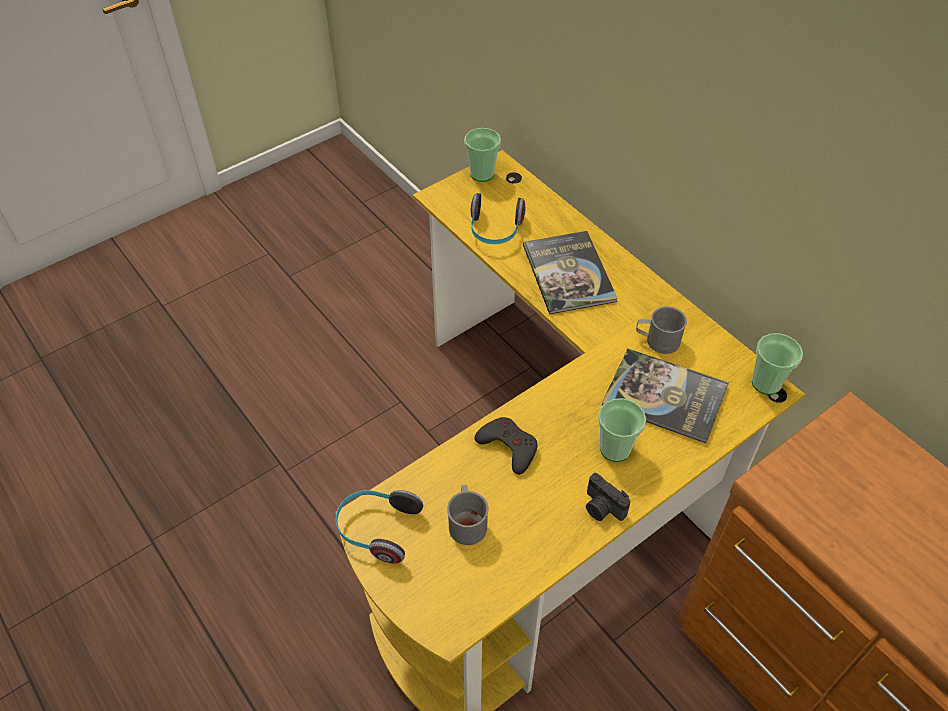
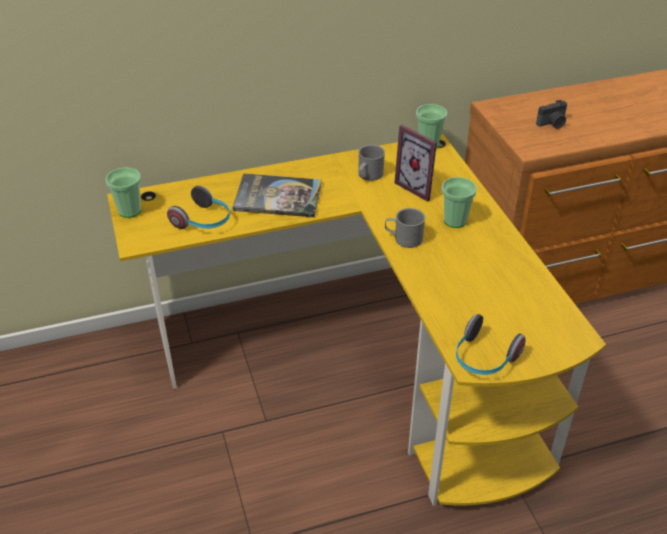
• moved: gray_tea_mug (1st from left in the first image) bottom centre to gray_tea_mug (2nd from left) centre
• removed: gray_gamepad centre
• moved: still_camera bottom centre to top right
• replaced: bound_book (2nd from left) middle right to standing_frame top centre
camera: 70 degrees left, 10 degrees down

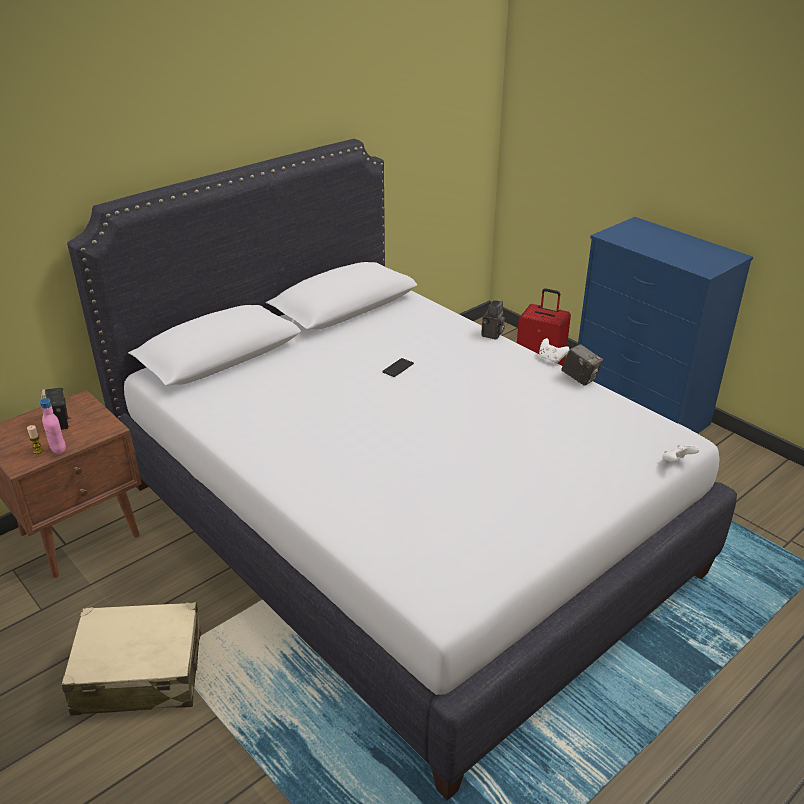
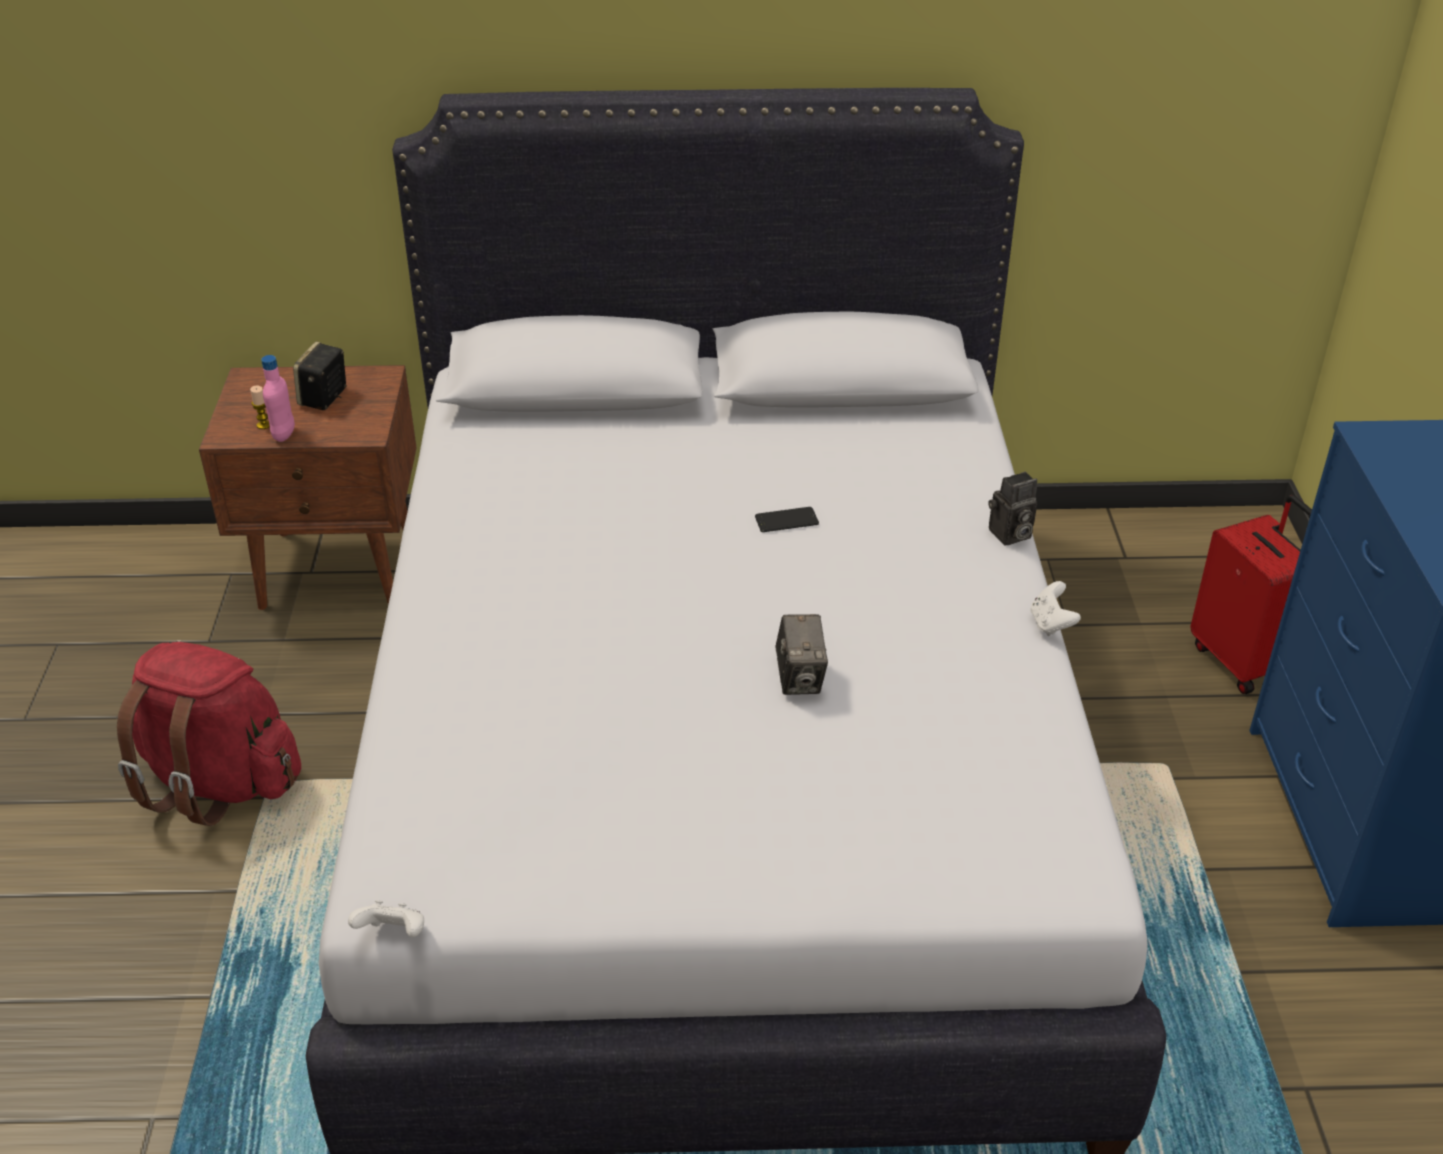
• replaced: beige-coloured_suitcase bottom left to red-coloured_backpack middle left
• moved: still_camera (2nd from left in the first image) middle right to still_camera (1st from left) centre
• moved: white-coloured_gamepad (2nd from left in the first image) middle right to white-coloured_gamepad (1st from left) bottom left
camera: 40 degrees right, 5 degrees up

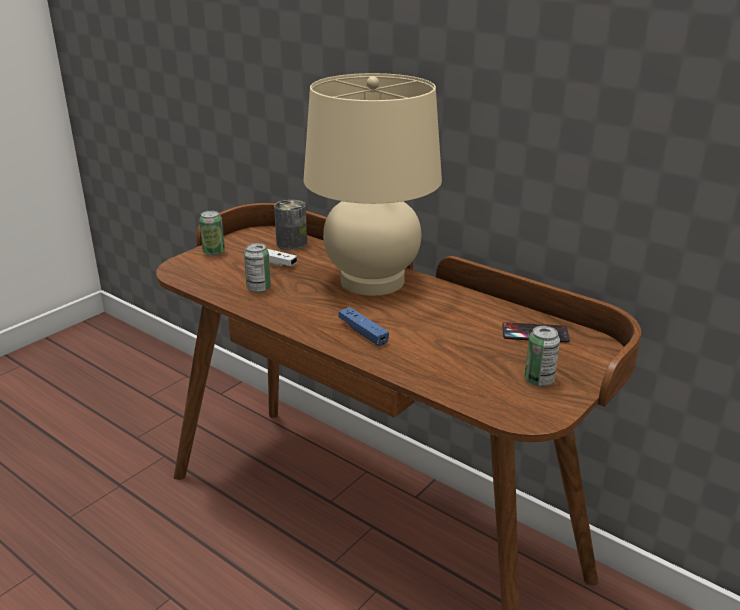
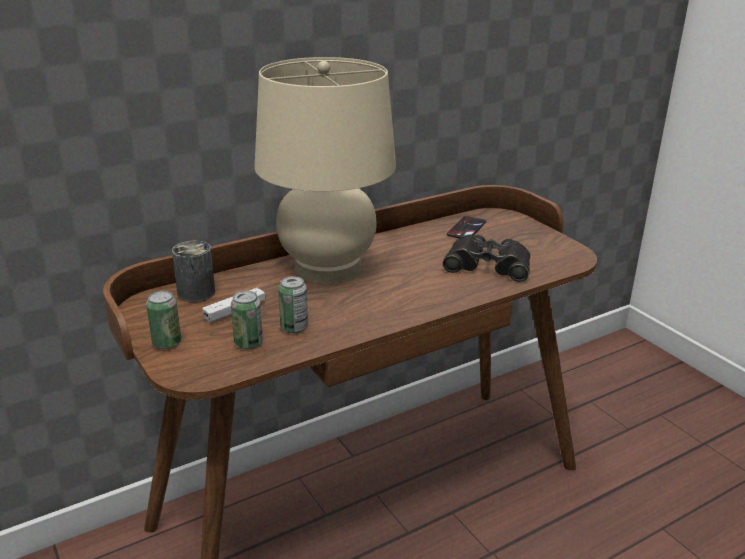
• removed: blue_gamepad centre
• moved: can (4th from left in the first image) middle right to can (3rd from left) middle left
• added: blackish_pair_of_binoculars centre
camera: 70 degrees left, 0 degrees up

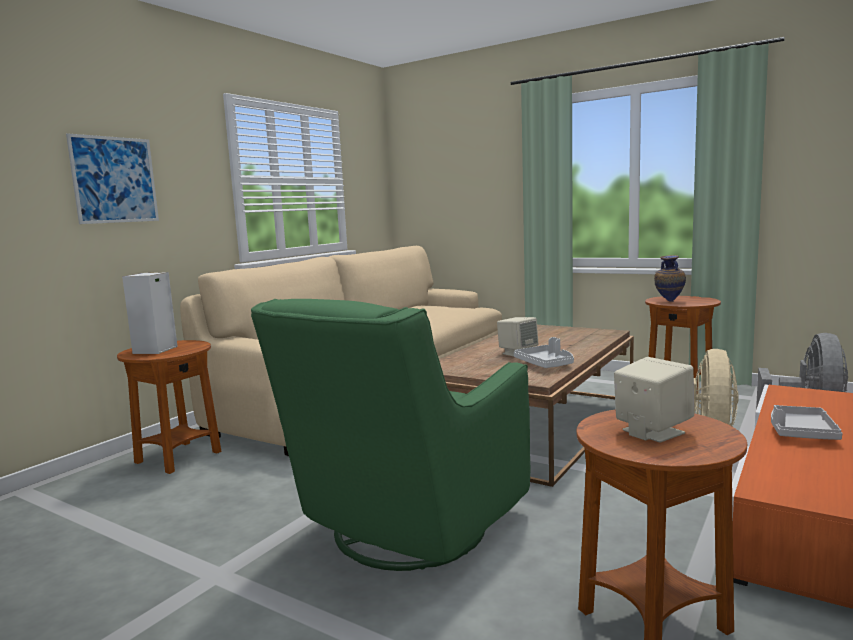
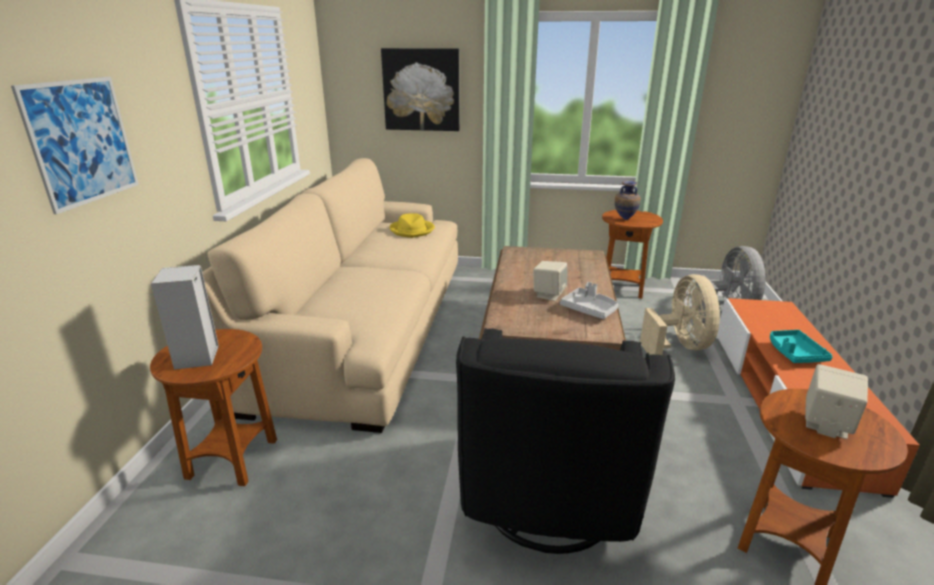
• recoloured: green-coloured_easy_chair bottom centre to blackish_easy_chair bottom centre
• recoloured: gray_carrying_tray (2nd from left) middle right to turquoise-coloured_carrying_tray middle right
• added: wall_art (2nd from left) top centre
• added: yellow-coloured_hat centre
camera: 25 degrees left, 15 degrees up

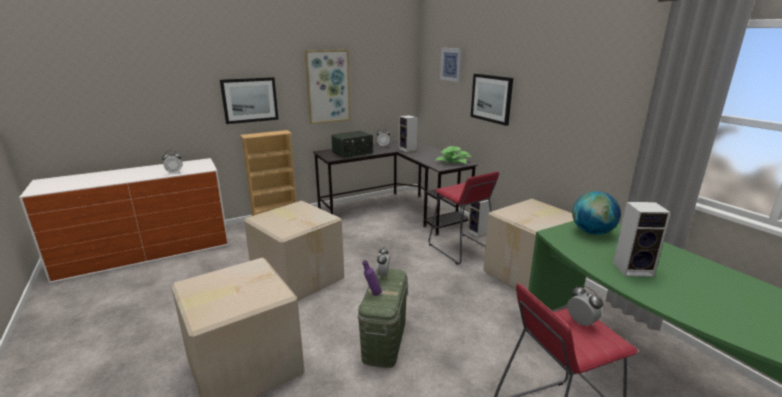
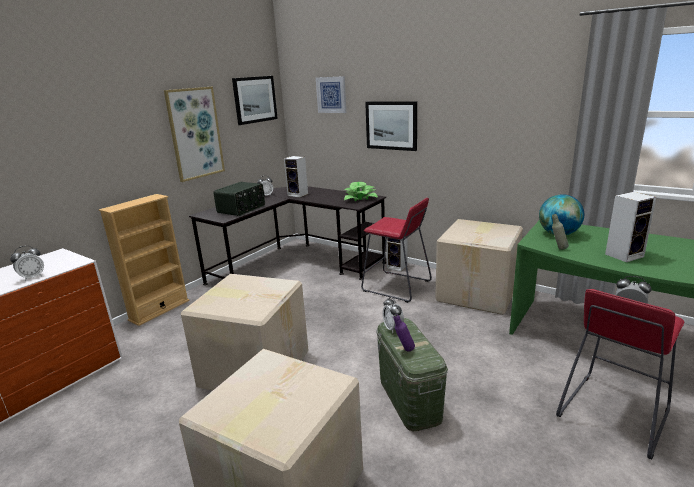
• moved: wall_art (1st from left in the first image) top left to wall_art (2nd from left) top centre
• added: gray_beverage_bottle middle right
camera: 25 degrees left, 0 degrees up

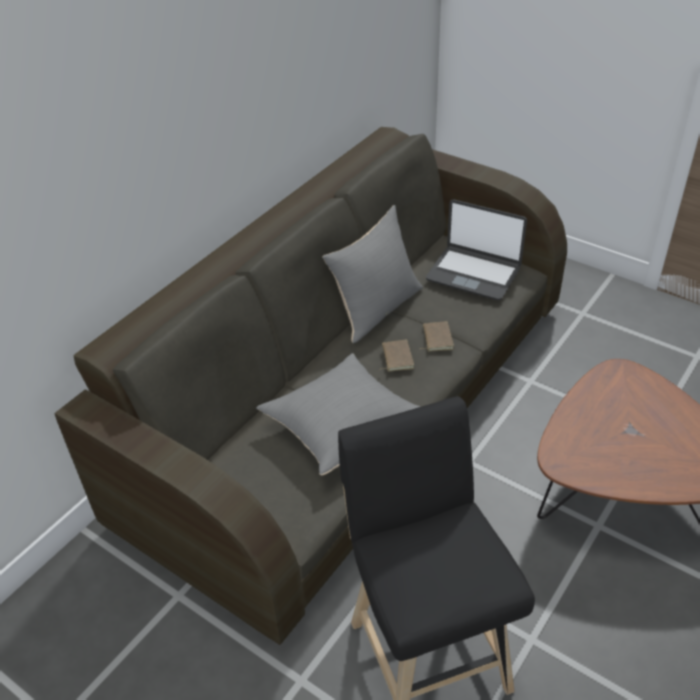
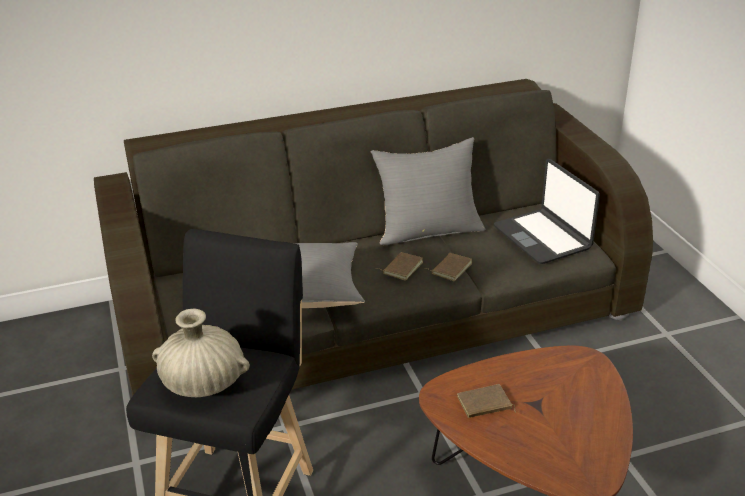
• added: beige-coloured_vase bottom left
• added: brownish_bound_book (3rd from left) bottom centre
camera: 35 degrees right, 10 degrees down

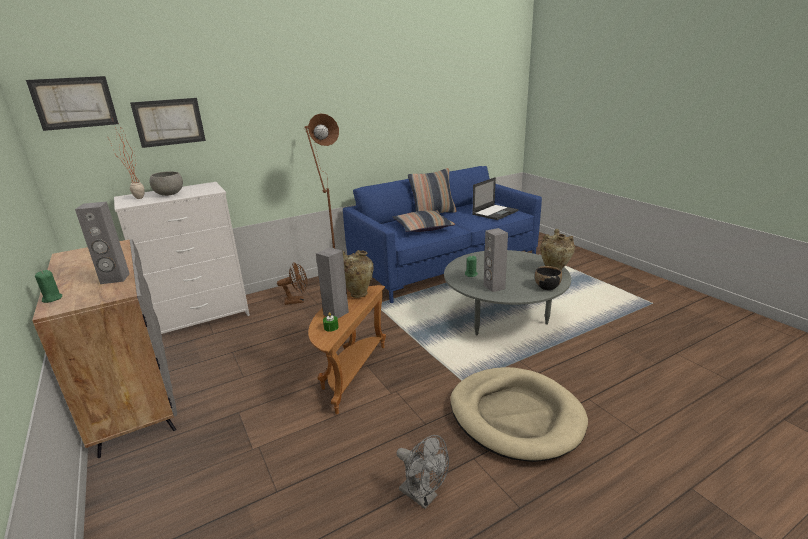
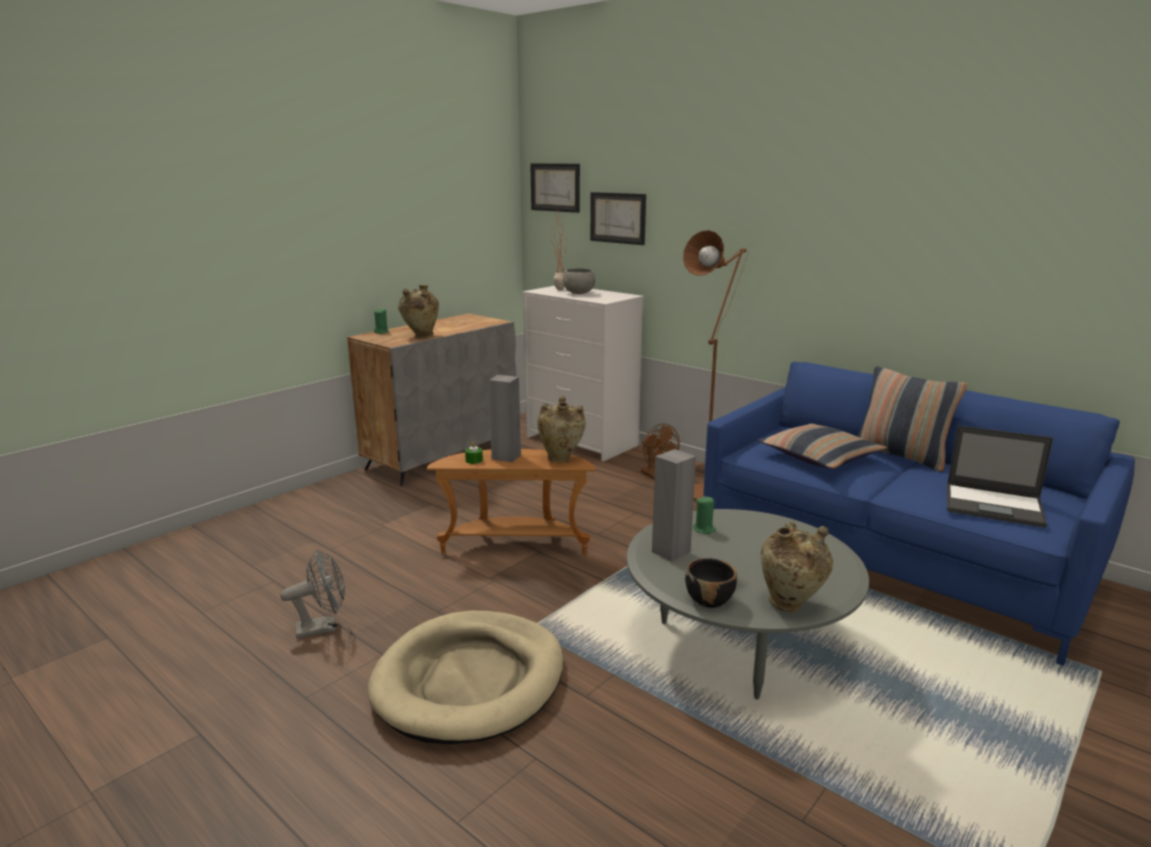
• replaced: gray_loudspeaker (1st from left) middle left to beige-coloured_vase (1st from left) centre
• turned: gray_electric_fan bottom centre = bottom left 135 degrees counterclockwise
camera: 70 degrees right, 5 degrees down

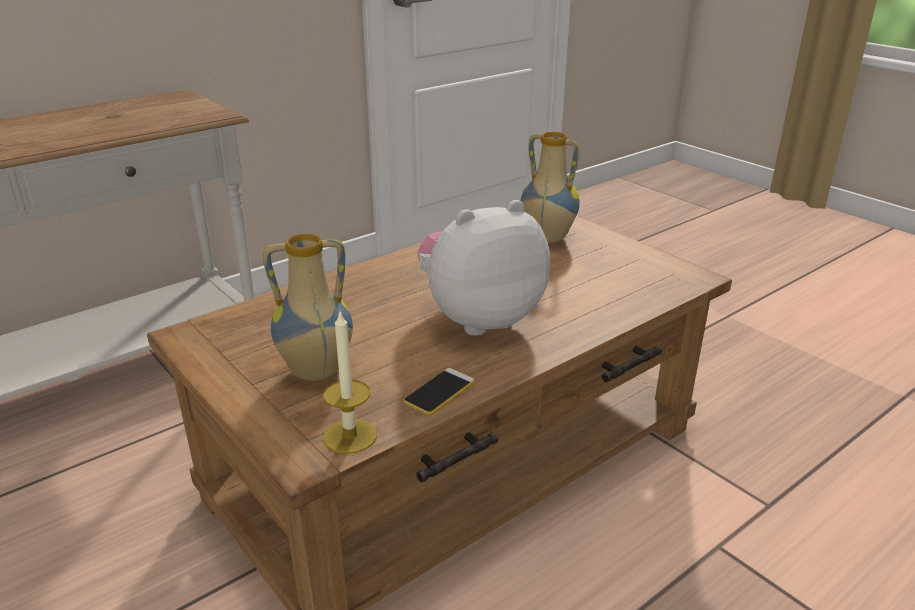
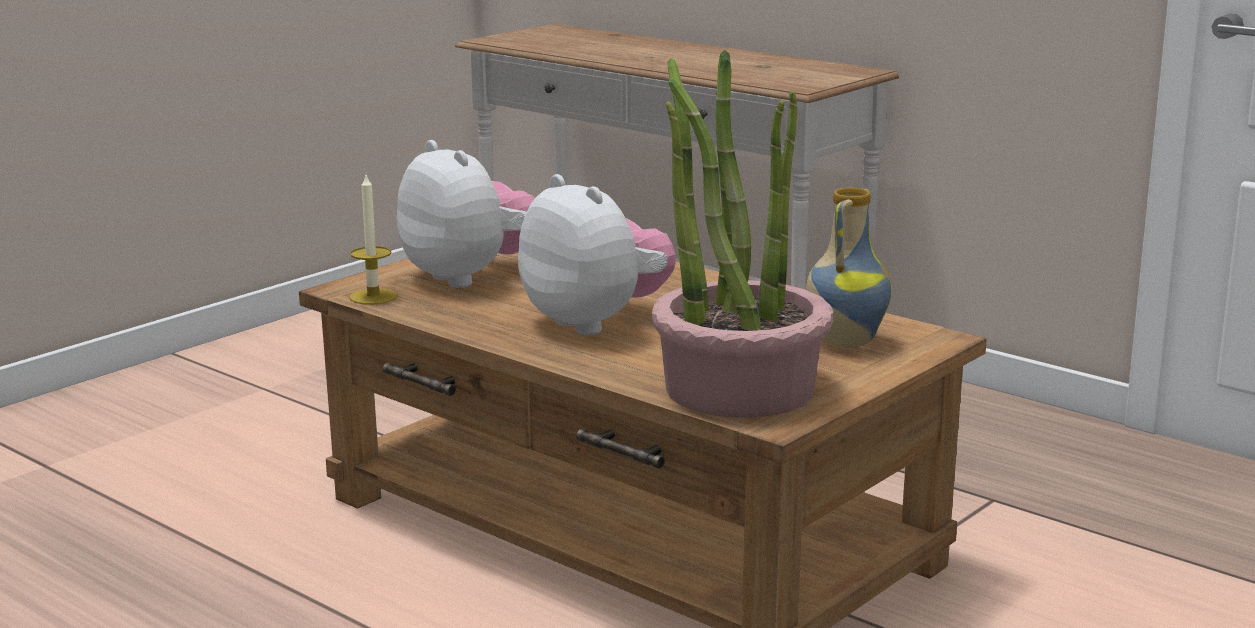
• replaced: vase (1st from left) centre to plush_toy (1st from left) centre
• removed: telephone centre
• added: potted_plant centre
camera: 80 degrees right, 10 degrees down

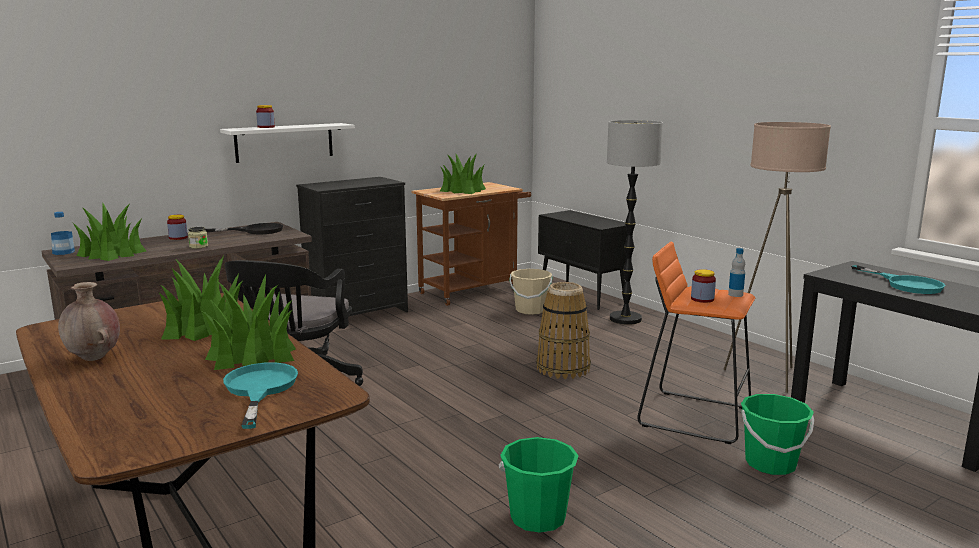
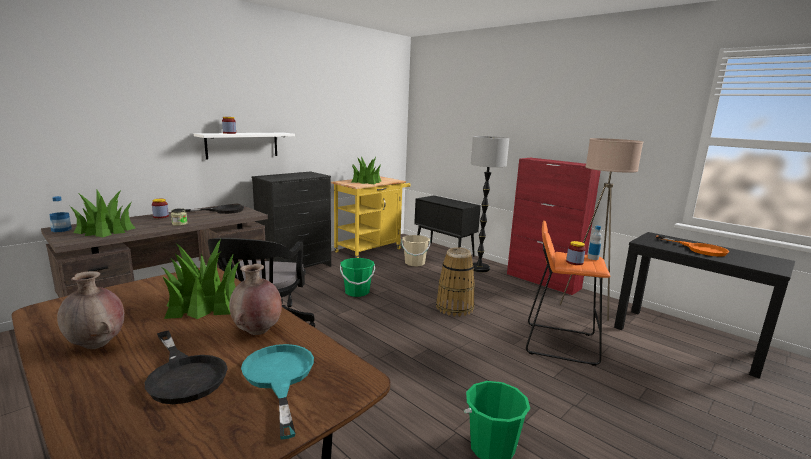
• replaced: potted_plant (3rd from left) middle left to brownish_vase (2nd from left) middle left
• recoloured: brownish_wheeled_cart centre to yellow-coloured_wheeled_cart centre
• moved: green-coloured_pail (2nd from left in the first image) bottom right to green-coloured_pail (1st from left) centre
• recoloured: turquoise-coloured_pan (2nd from left) middle right to orange-coloured_pan middle right
• added: blackish_pan (1st from left) bottom left
• added: red-coloured_storage_cabinet middle right
camera: 10 degrees left, 0 degrees up

